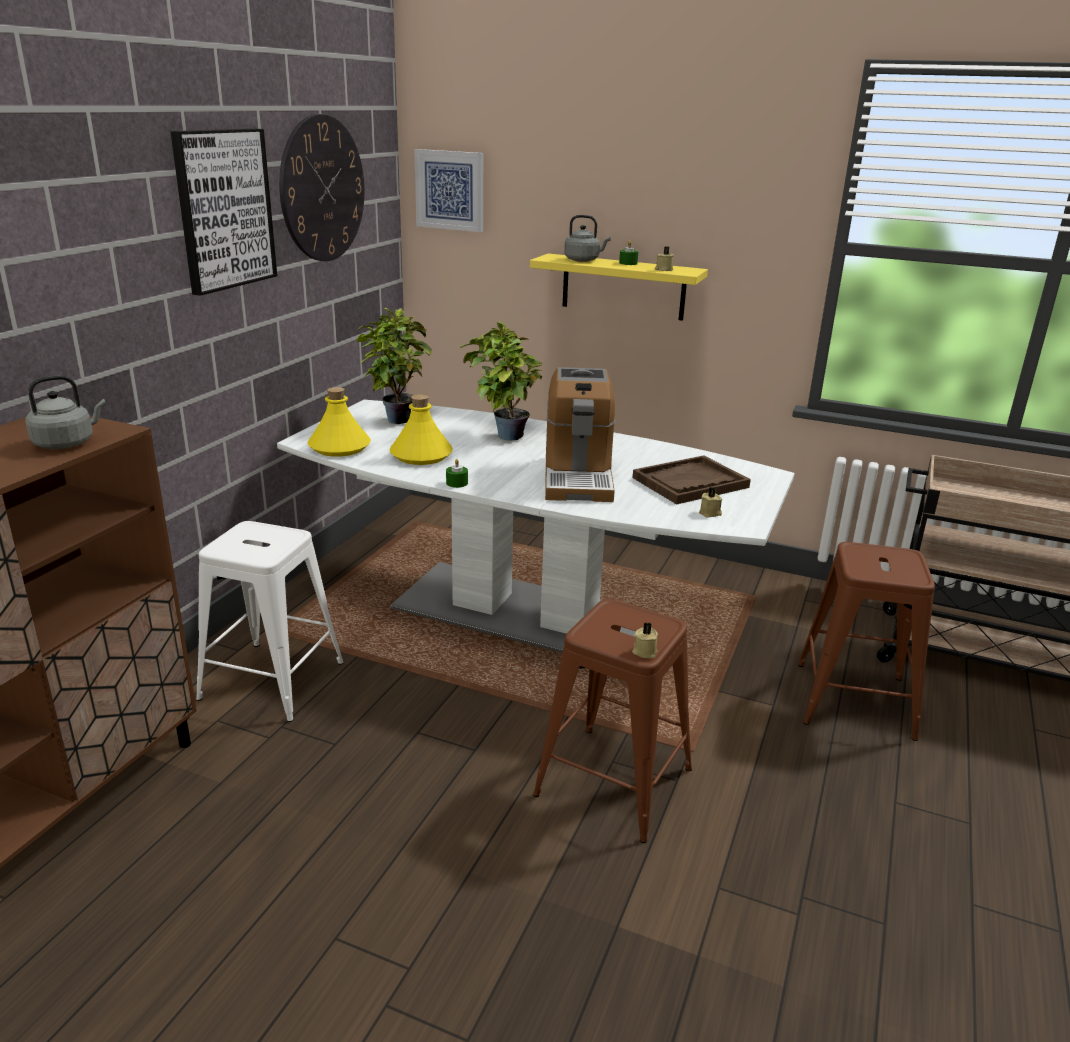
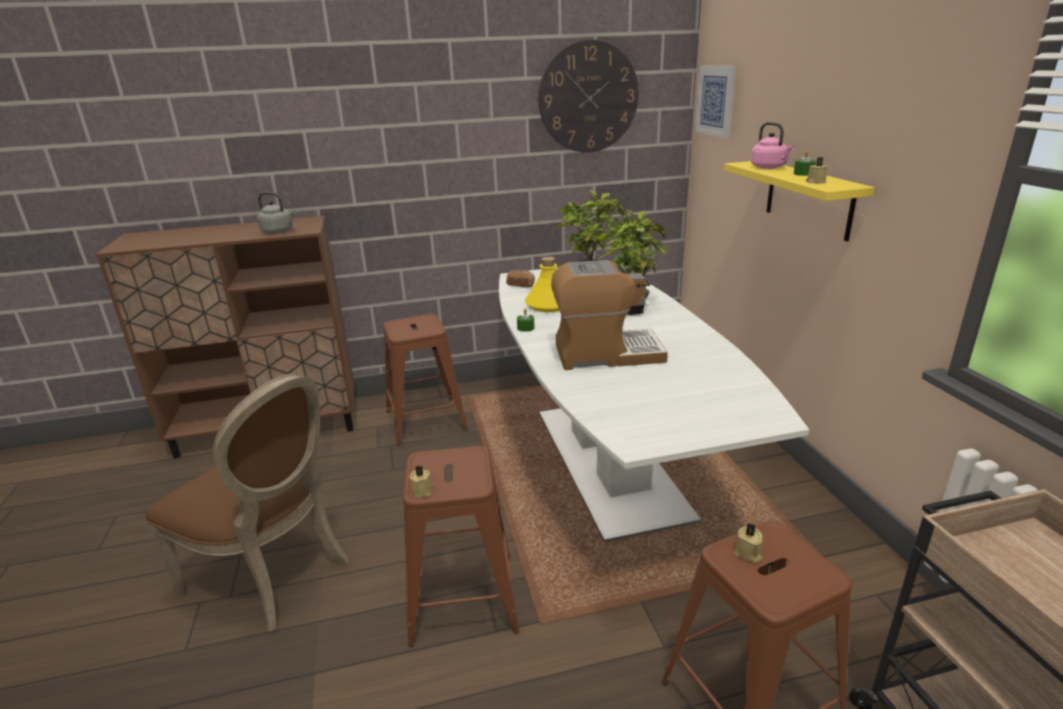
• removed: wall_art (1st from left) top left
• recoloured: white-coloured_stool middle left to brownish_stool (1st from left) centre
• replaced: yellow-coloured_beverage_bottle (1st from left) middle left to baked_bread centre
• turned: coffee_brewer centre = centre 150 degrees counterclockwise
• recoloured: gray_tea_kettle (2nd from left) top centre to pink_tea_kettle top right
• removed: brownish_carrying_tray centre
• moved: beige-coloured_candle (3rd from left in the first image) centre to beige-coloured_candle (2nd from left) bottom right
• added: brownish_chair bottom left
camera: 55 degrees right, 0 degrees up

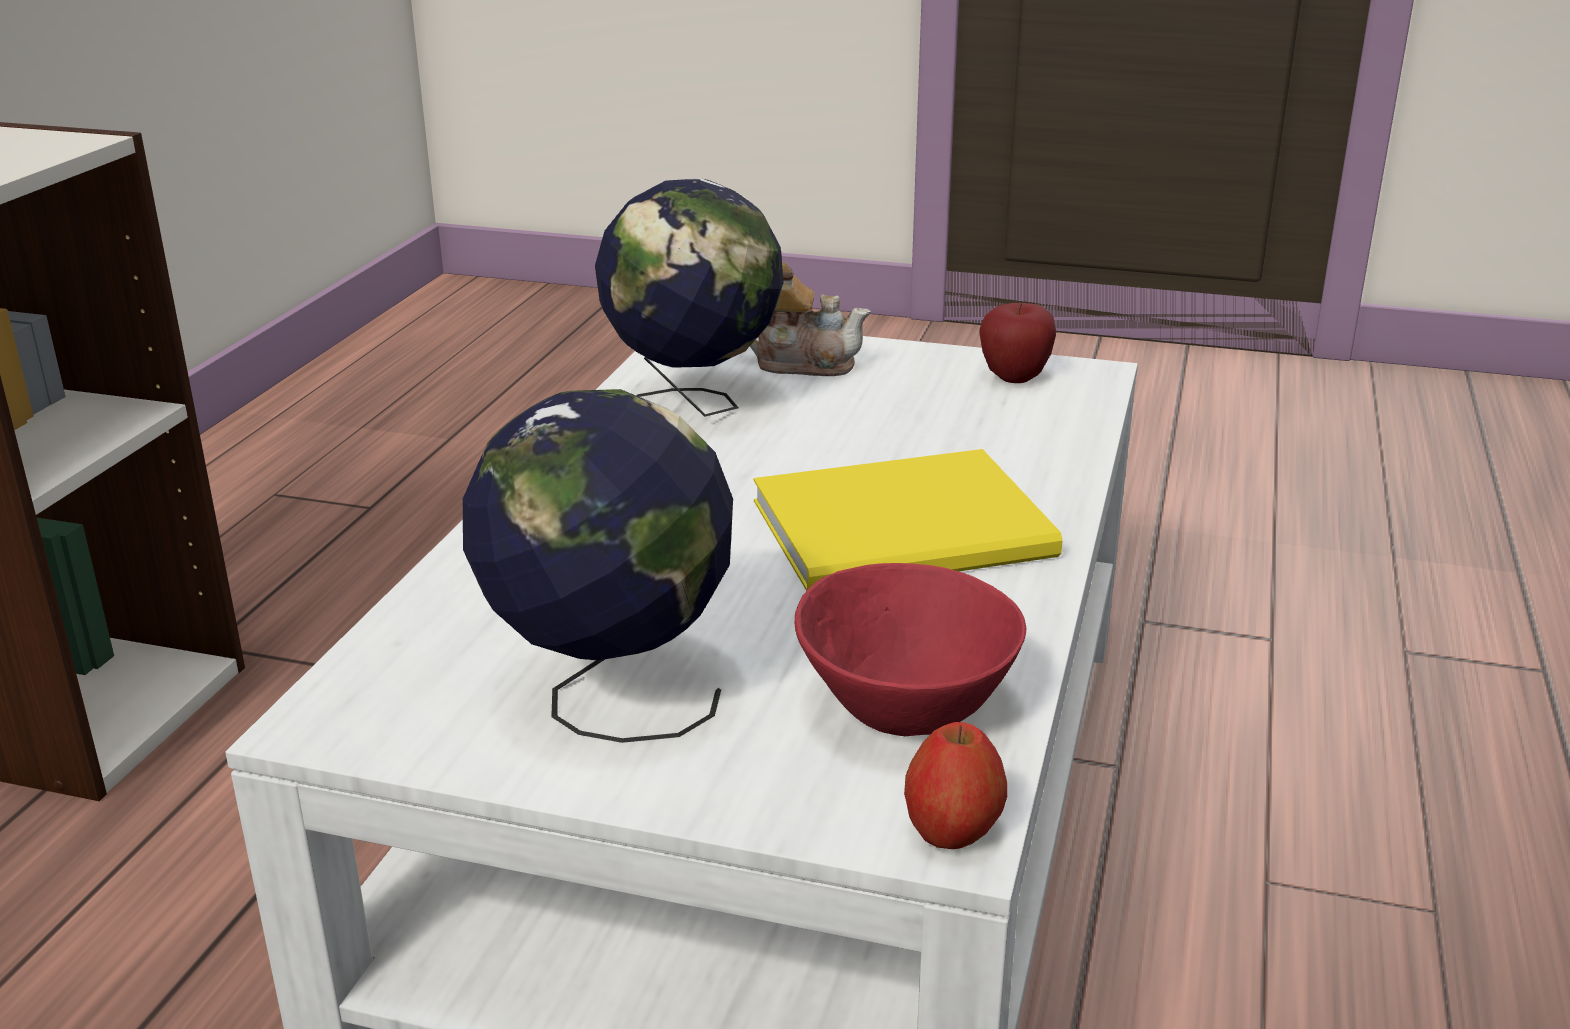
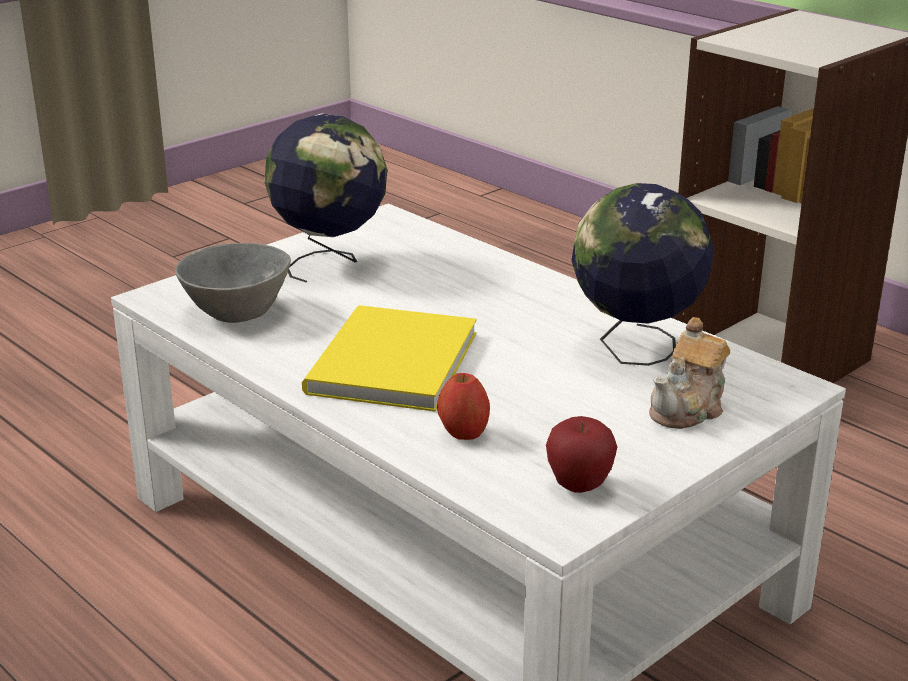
• recoloured: red-coloured_deep_dish centre to gray_deep_dish middle left
• moved: whole_apple (1st from left) bottom centre to centre
camera: 120 degrees right, 0 degrees up

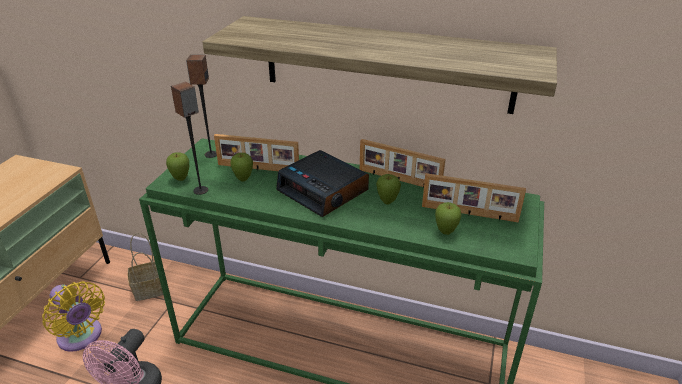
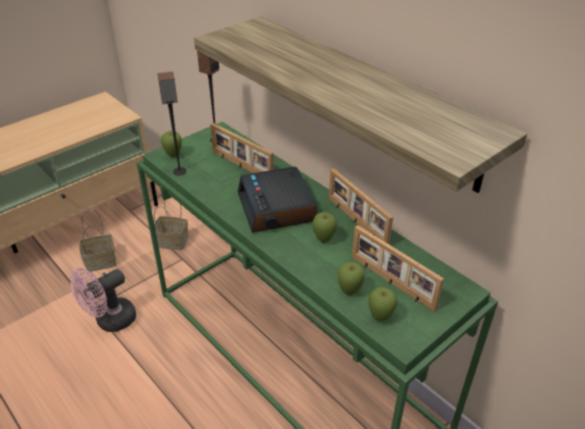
• replaced: yellow-coloured_electric_fan bottom left to household_basket (1st from left) middle left
• moved: whole_apple (2nd from left in the first image) centre to whole_apple (4th from left) bottom centre
camera: 30 degrees right, 5 degrees up

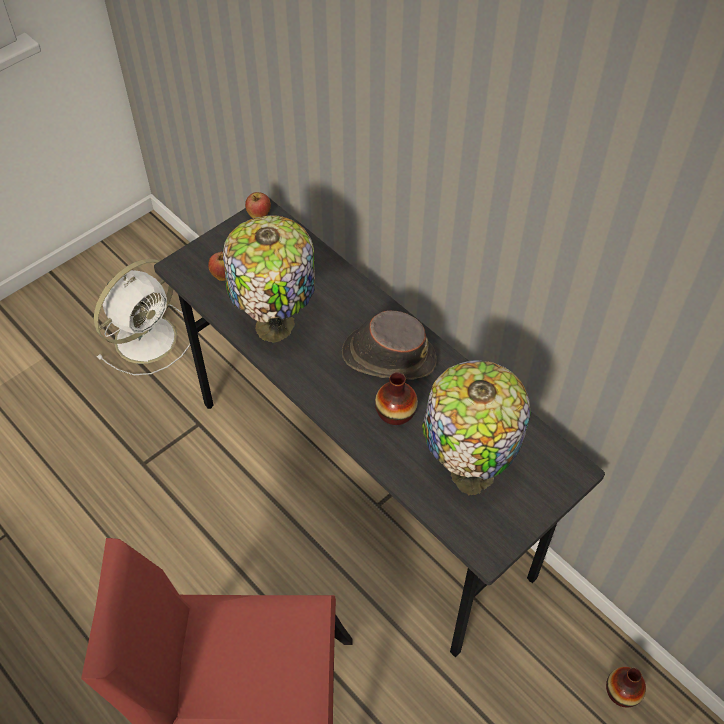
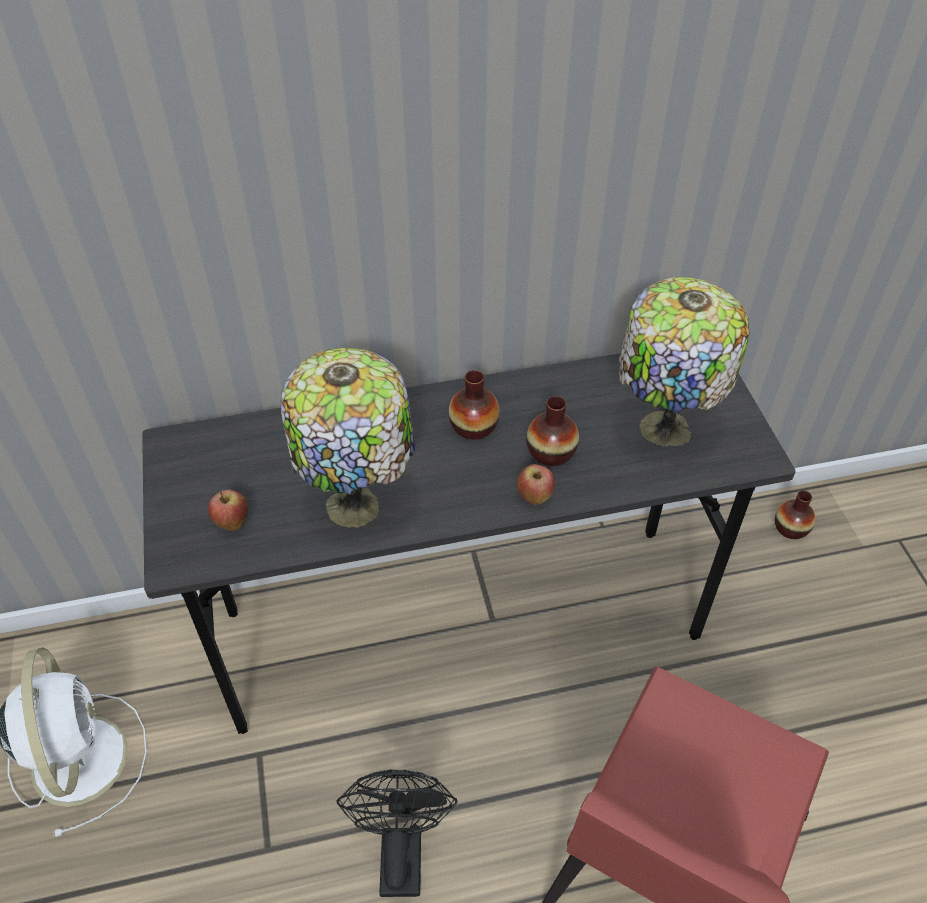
• moved: whole_apple (2nd from left) top centre to centre
• replaced: brownish_hat centre to vase (1st from left) centre
• added: blackish_electric_fan bottom centre
camera: 60 degrees left, 5 degrees down

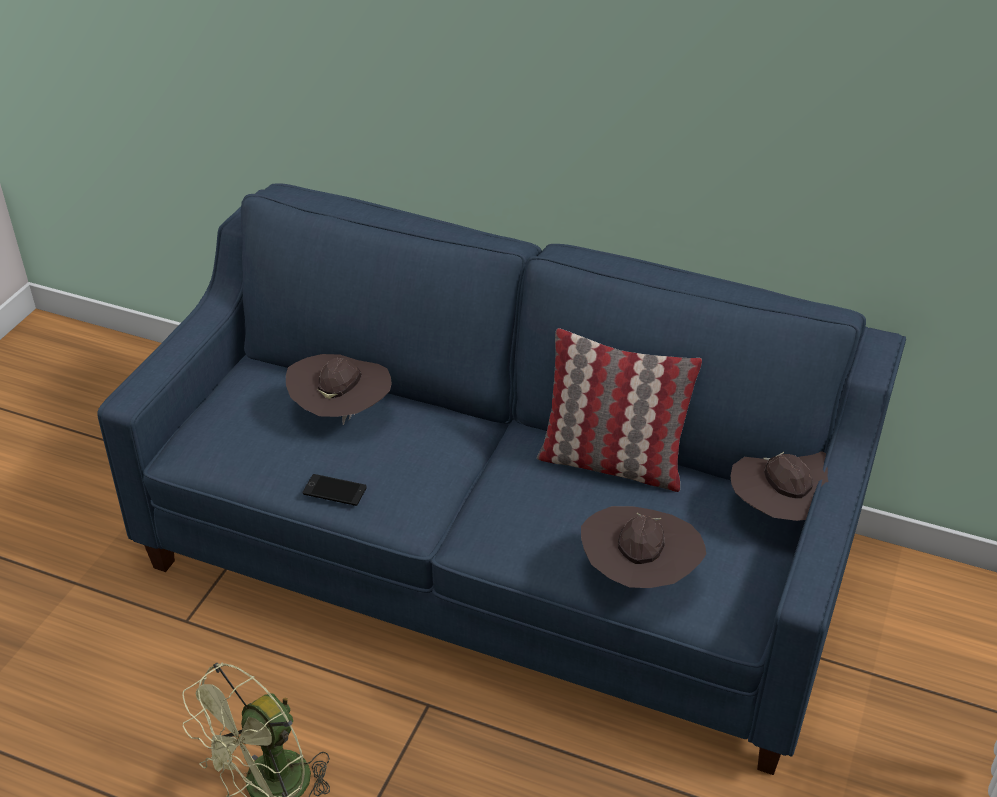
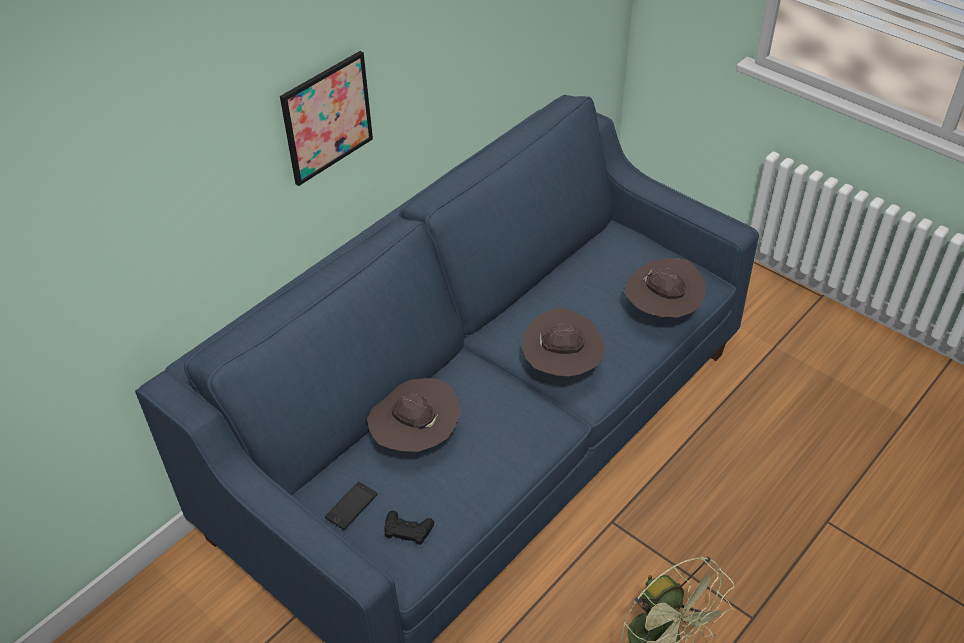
• moved: telephone centre to bottom centre
• removed: cushion centre
• moved: brownish_hat (3rd from left in the first image) middle right to brownish_hat (2nd from left) centre
• added: wall_art top centre
• added: blackish_gamepad bottom centre
camera: 70 degrees left, 5 degrees up

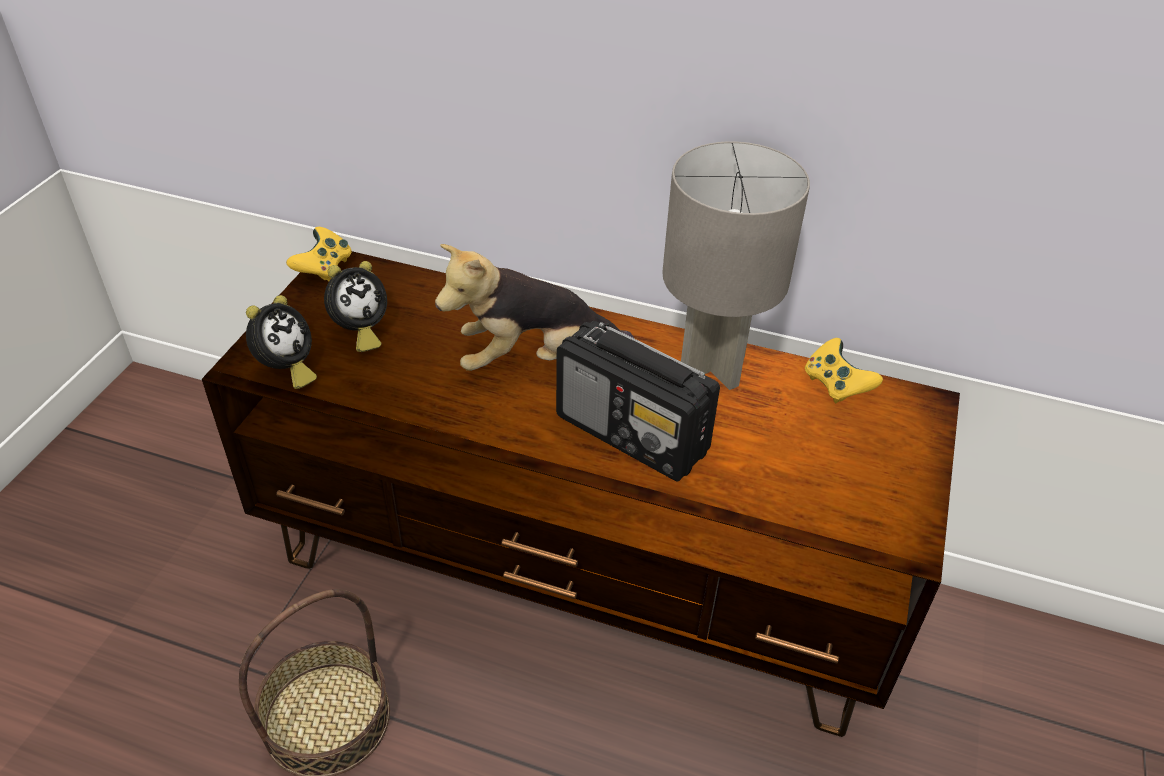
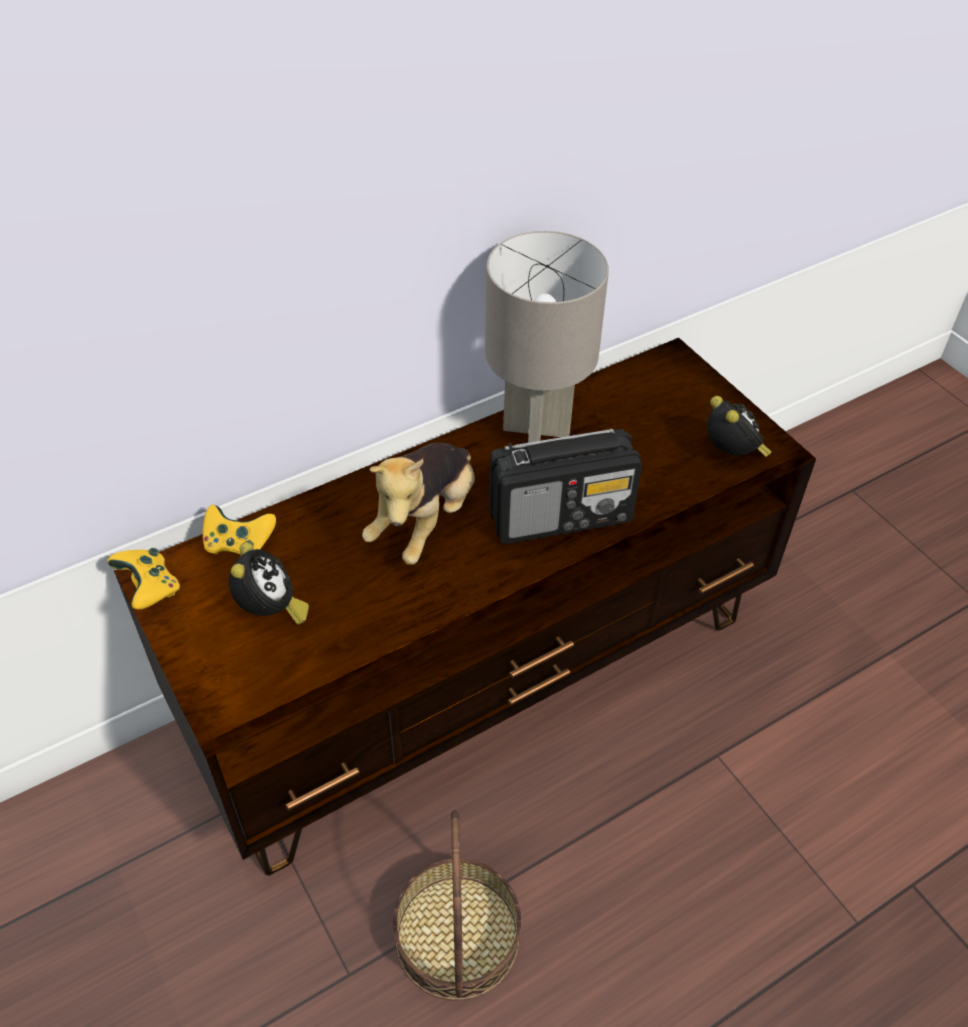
• moved: alarm_clock (1st from left in the first image) middle left to alarm_clock (2nd from left) middle right
• moved: yellow-coloured_gamepad (2nd from left) middle right to middle left
camera: 50 degrees left, 5 degrees up

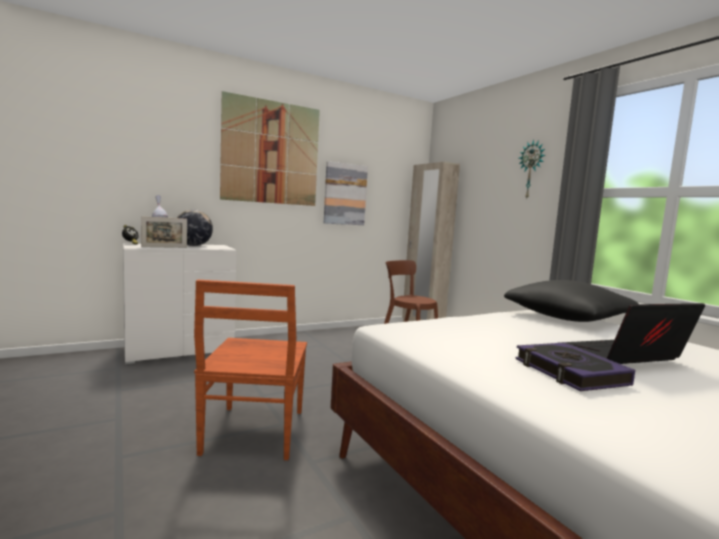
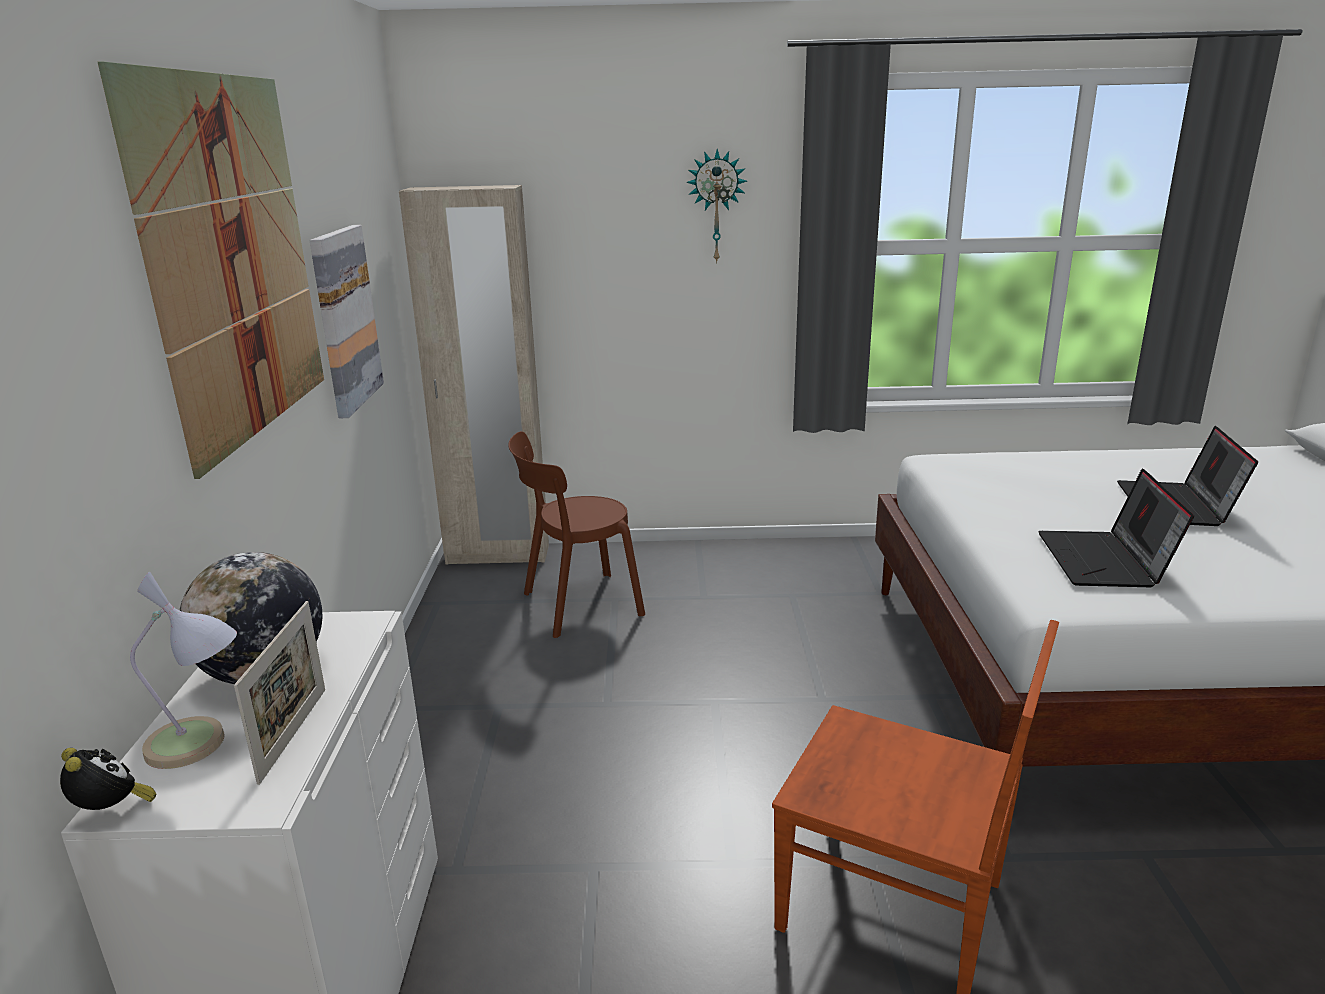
• removed: blackish_cushion middle right
• removed: bound_book bottom right
• added: portable_computer (1st from left) middle right
camera: 60 degrees left, 15 degrees up

